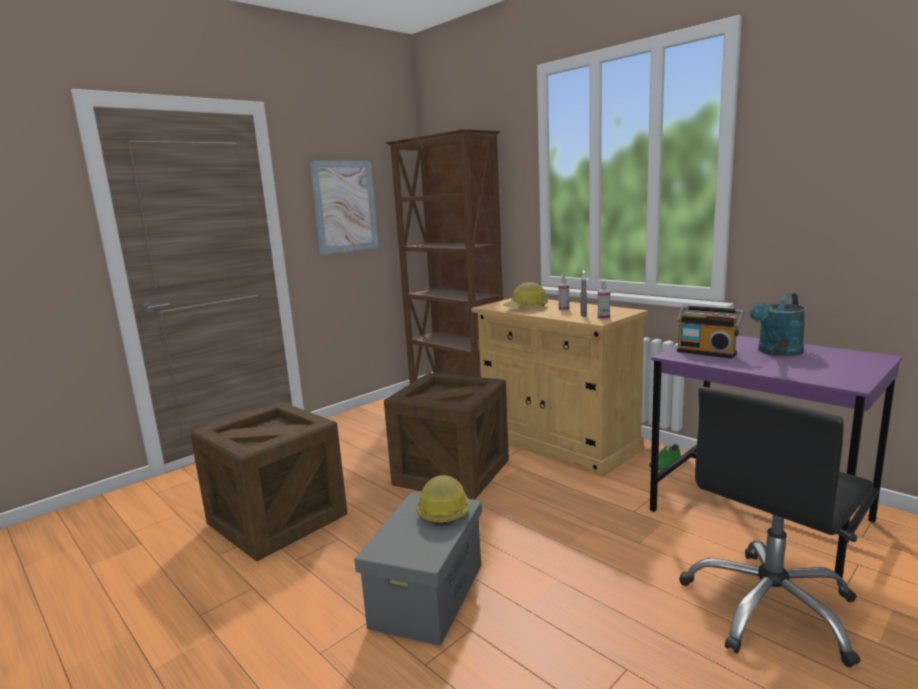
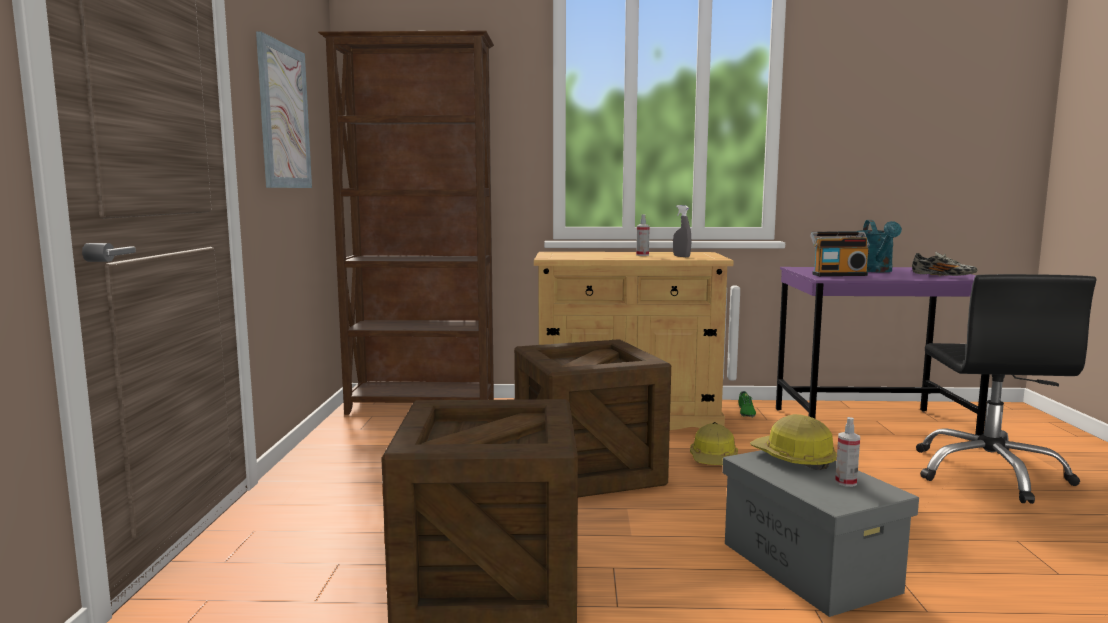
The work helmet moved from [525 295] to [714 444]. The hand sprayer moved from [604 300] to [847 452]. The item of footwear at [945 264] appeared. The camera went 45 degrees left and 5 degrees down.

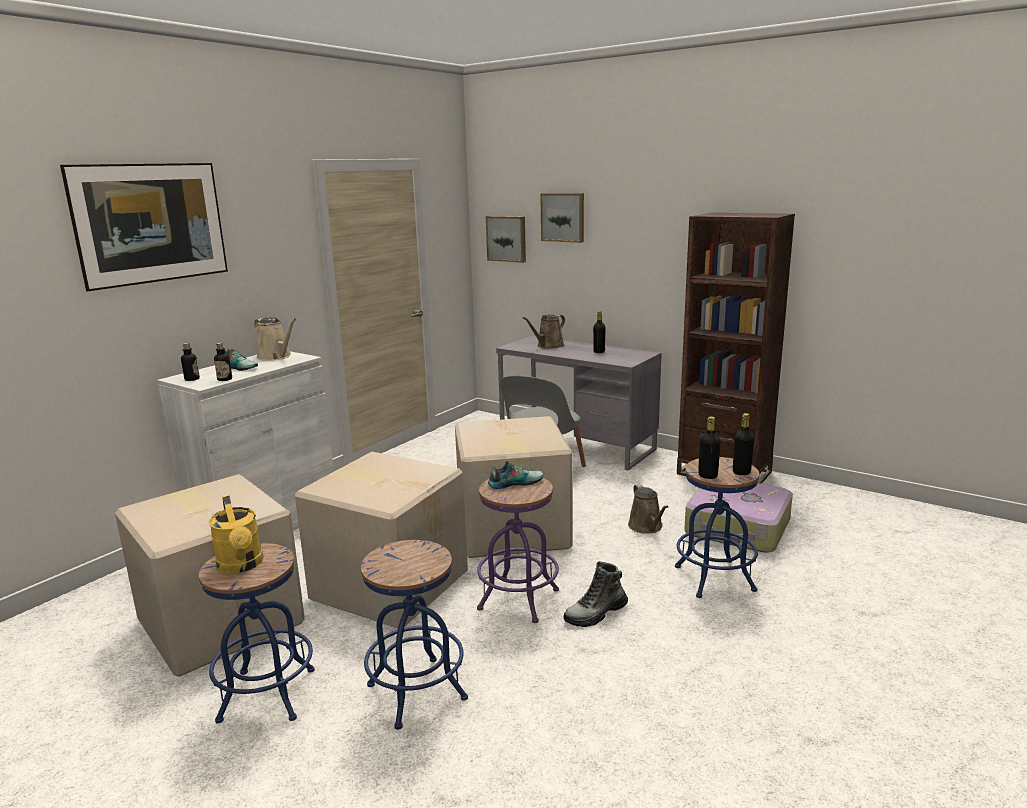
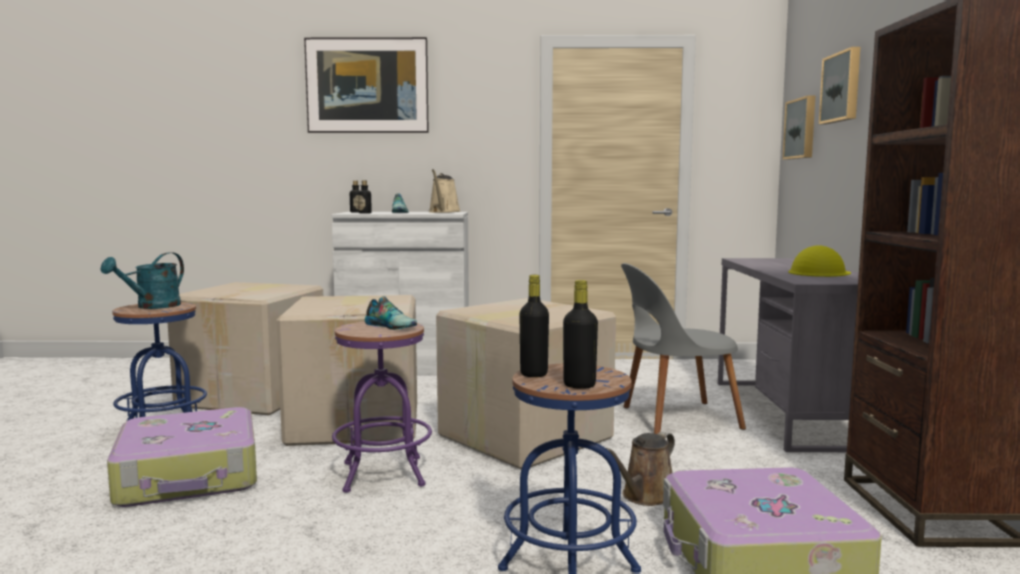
The yellow watering can at [236 534] became the turquoise watering can at [142 280]. The blue stool seat at [414 635] was replaced by the suitcase at [182 457]. The black beverage bottle at [599 332] was replaced by the yellow work helmet at [819 261]. The brown watering can at [544 331] disappeared. The tall boot at [595 594] disappeared. The camera went 55 degrees right and 10 degrees down.

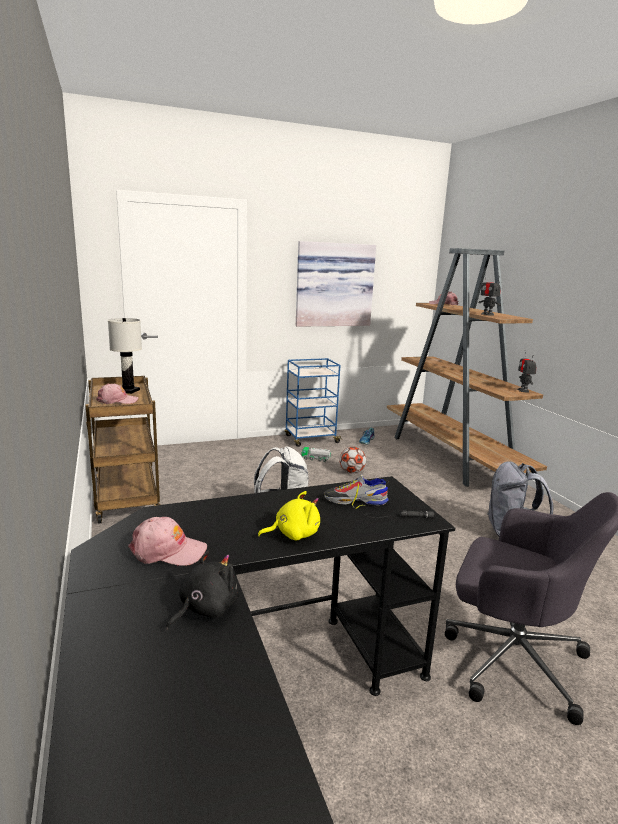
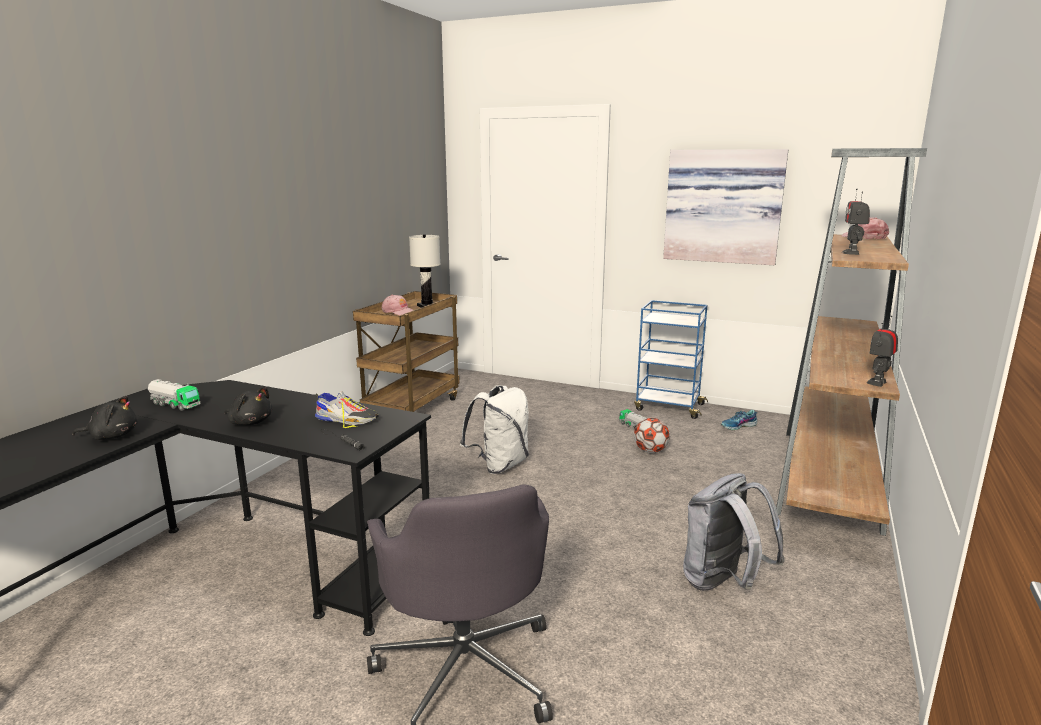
The pinkish cap at [167 541] was replaced by the toy truck at [174 395]. The yellow cuddly toy at [289 515] became the black cuddly toy at [248 406]. The item of footwear at [356 492] turned 150 degrees clockwise. The camera went 45 degrees right and 0 degrees up.

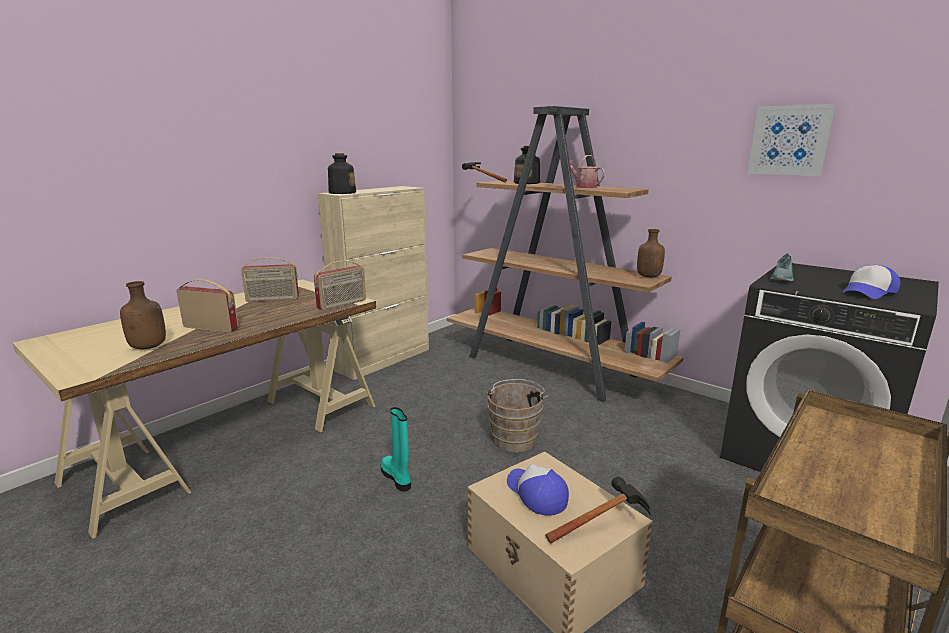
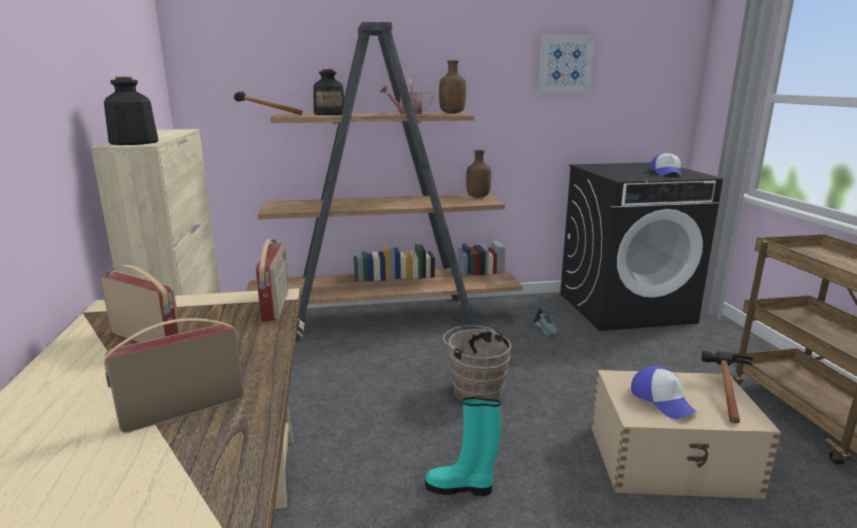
The radio set at [270 279] turned 90 degrees counterclockwise. The brown beverage bottle moved from [143 315] to [452 87]. The item of footwear moved from [782 267] to [546 321]. The cap at [538 490] turned 120 degrees counterclockwise. The camera went 50 degrees left and 0 degrees up.

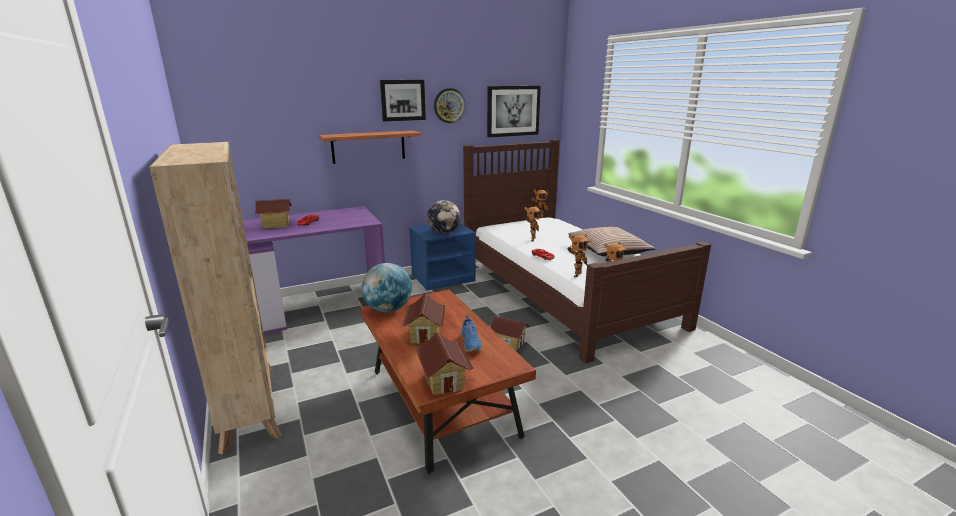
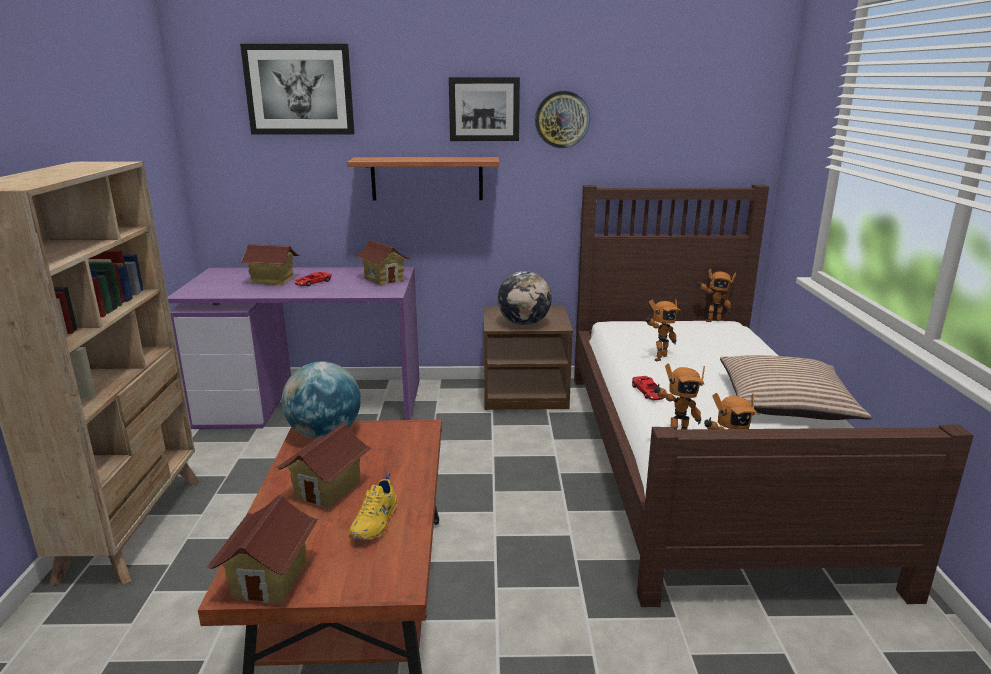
The wall art moved from [514 111] to [297 89]. The blue item of footwear at [471 333] became the yellow item of footwear at [373 506]. The model house moved from [510 333] to [382 262]. The blue bedside table at [442 257] became the brown bedside table at [528 358]. The camera went 25 degrees right and 0 degrees up.

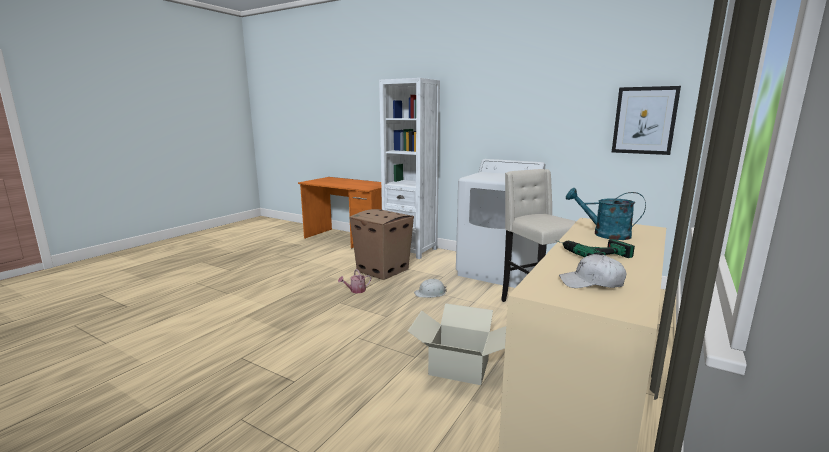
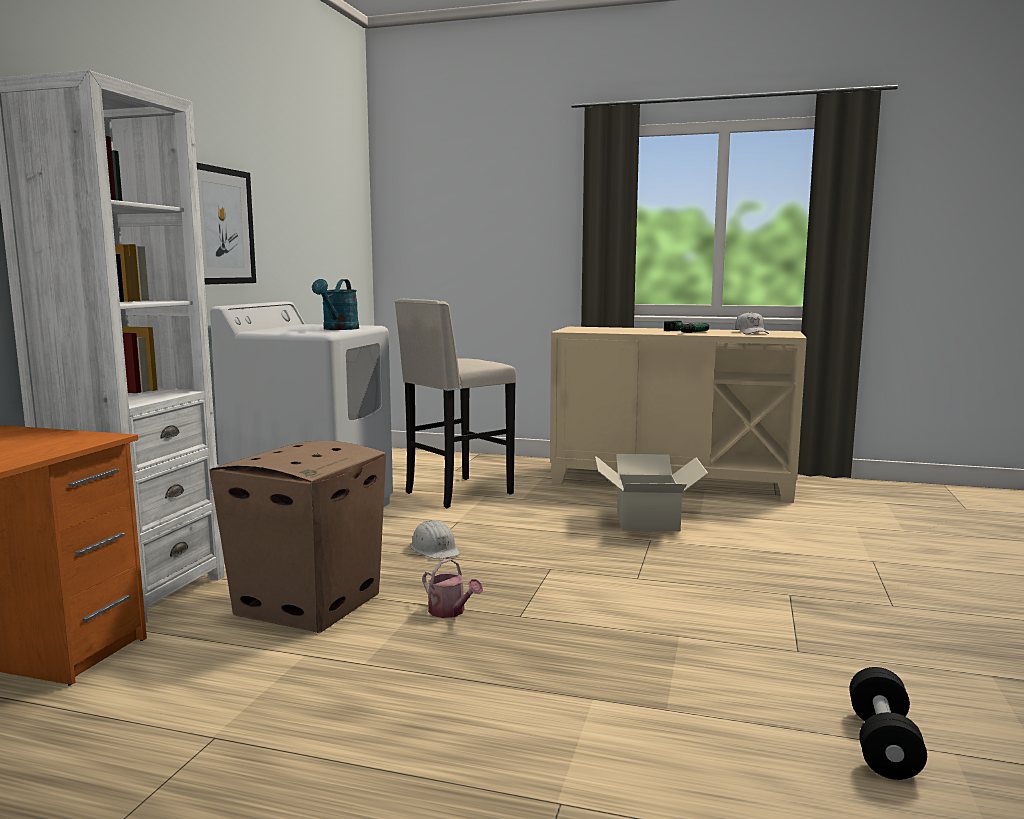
The wall art moved from [646 120] to [226 223]. The turquoise watering can moved from [606 214] to [335 304]. The black hand weight at [888 723] appeared. The camera went 105 degrees left and 5 degrees down.

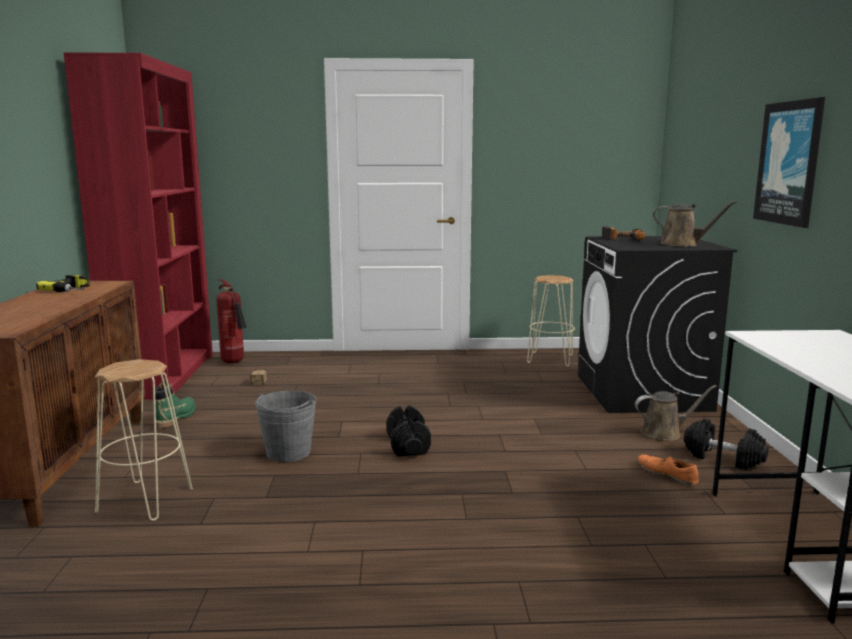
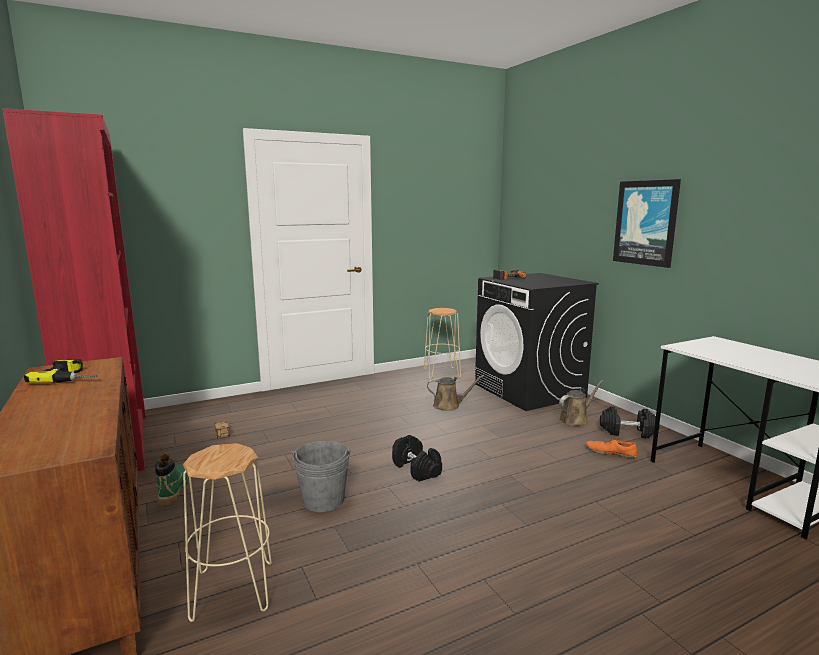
The brown watering can moved from [695 223] to [455 393]. The extinguisher at [231 321] disappeared. The camera went 25 degrees left and 0 degrees up.

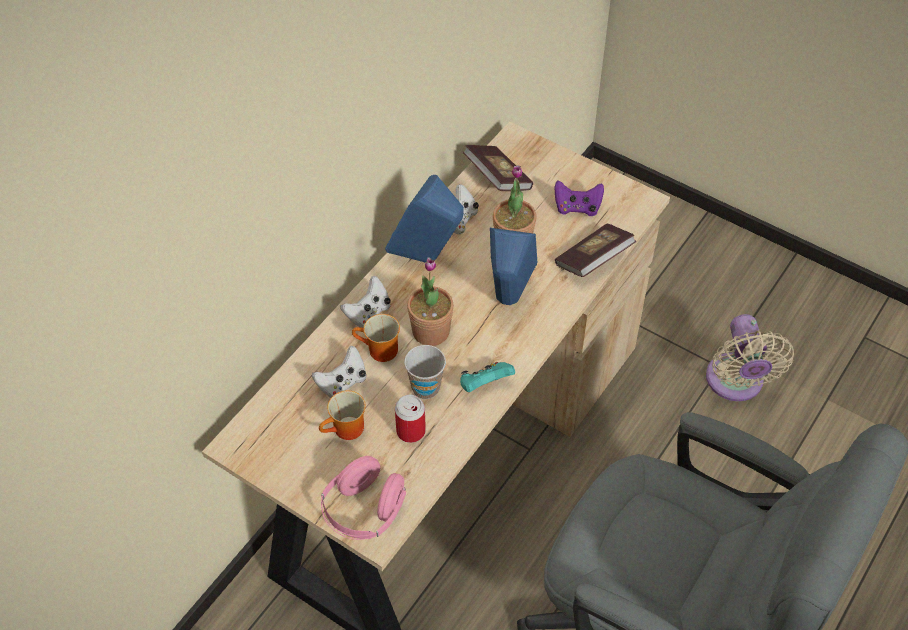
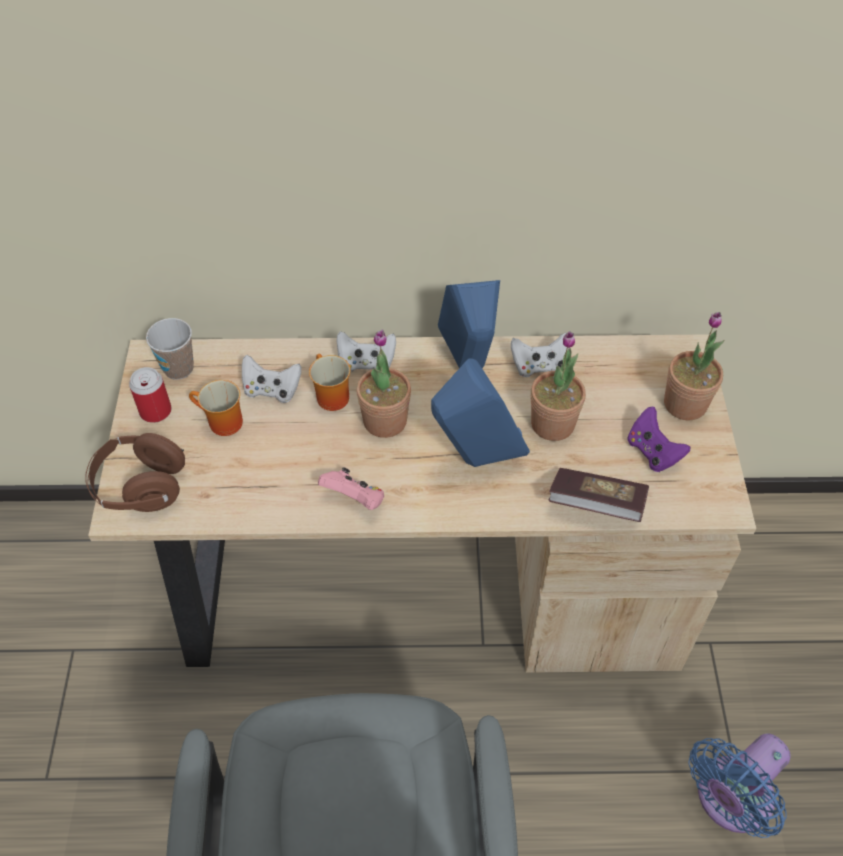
The pinkish headphones at [363 498] became the brown headphones at [135 472]. The sealed can moved from [410 419] to [150 395]. The cup moved from [425 372] to [170 349]. The turquoise gamepad at [487 377] became the pinkish gamepad at [351 488]. The potted plant at [694 366] appeared. The beige-coloured fan at [750 357] became the blue fan at [739 786]. The book at [498 168] disappeared. The camera went 55 degrees right and 0 degrees up.

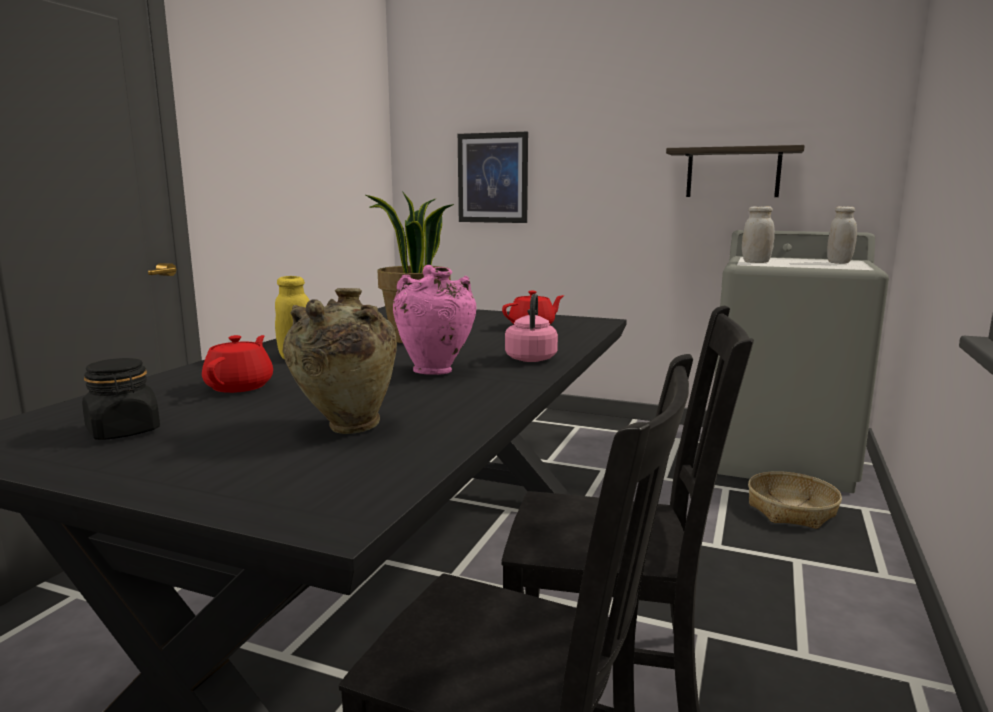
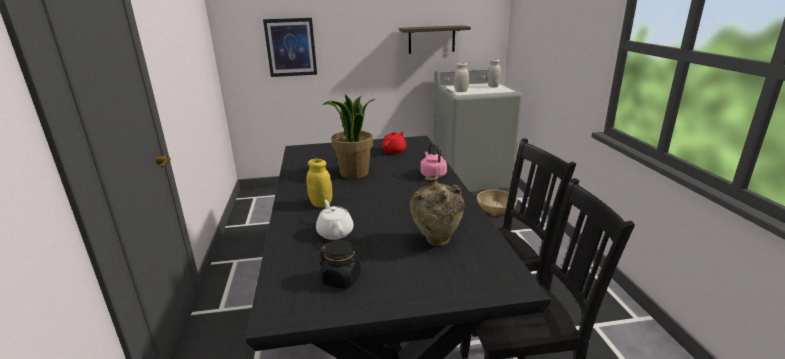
The red-coloured teapot at [237 364] became the whitish teapot at [335 220]. The pinkish decorative vase at [434 320] disappeared. The camera went 30 degrees left and 10 degrees up.

